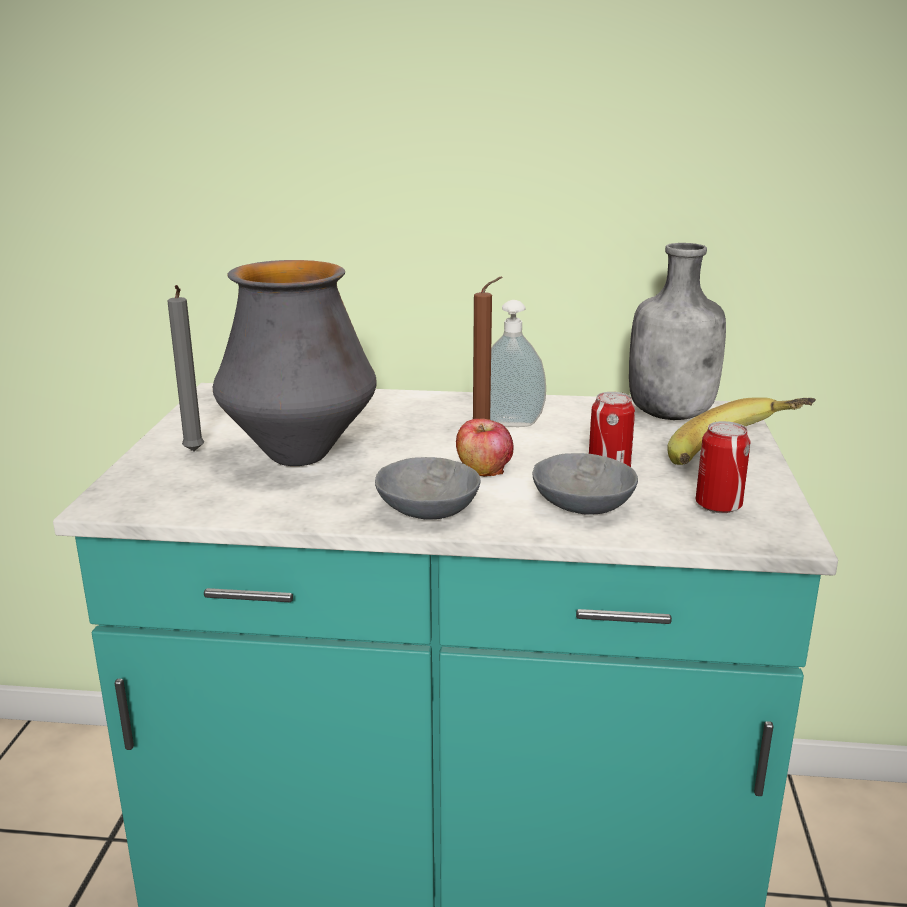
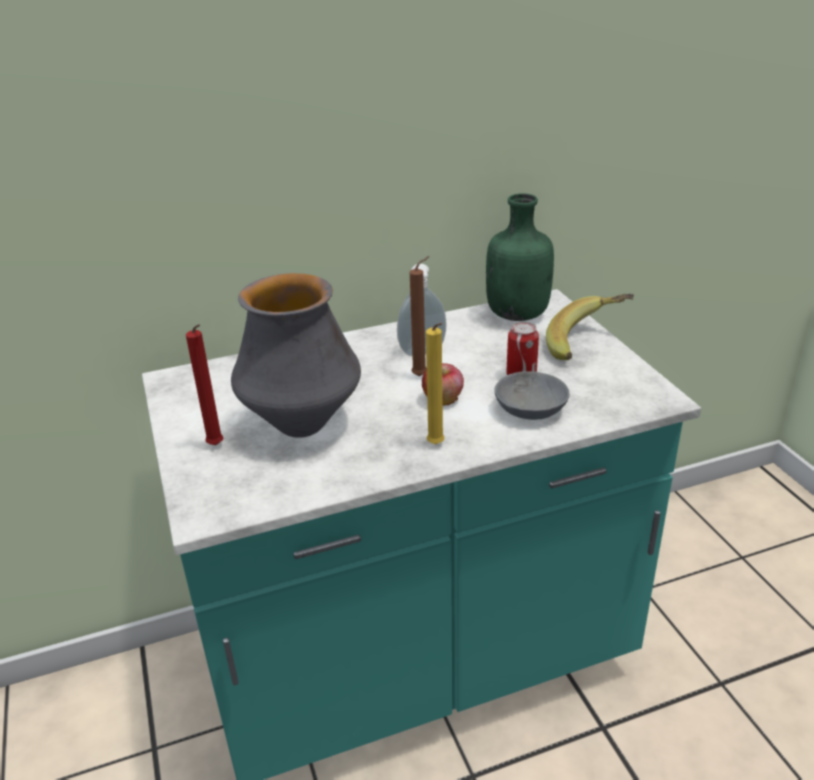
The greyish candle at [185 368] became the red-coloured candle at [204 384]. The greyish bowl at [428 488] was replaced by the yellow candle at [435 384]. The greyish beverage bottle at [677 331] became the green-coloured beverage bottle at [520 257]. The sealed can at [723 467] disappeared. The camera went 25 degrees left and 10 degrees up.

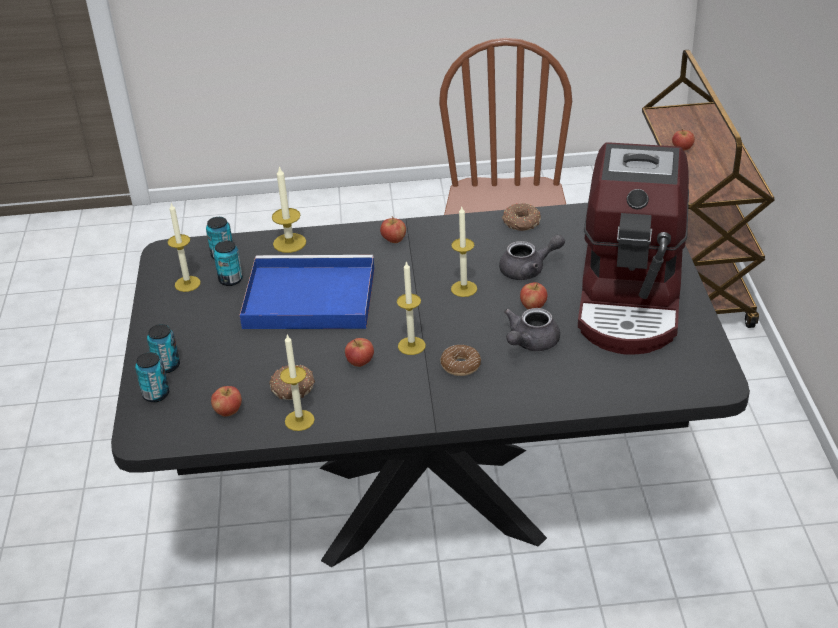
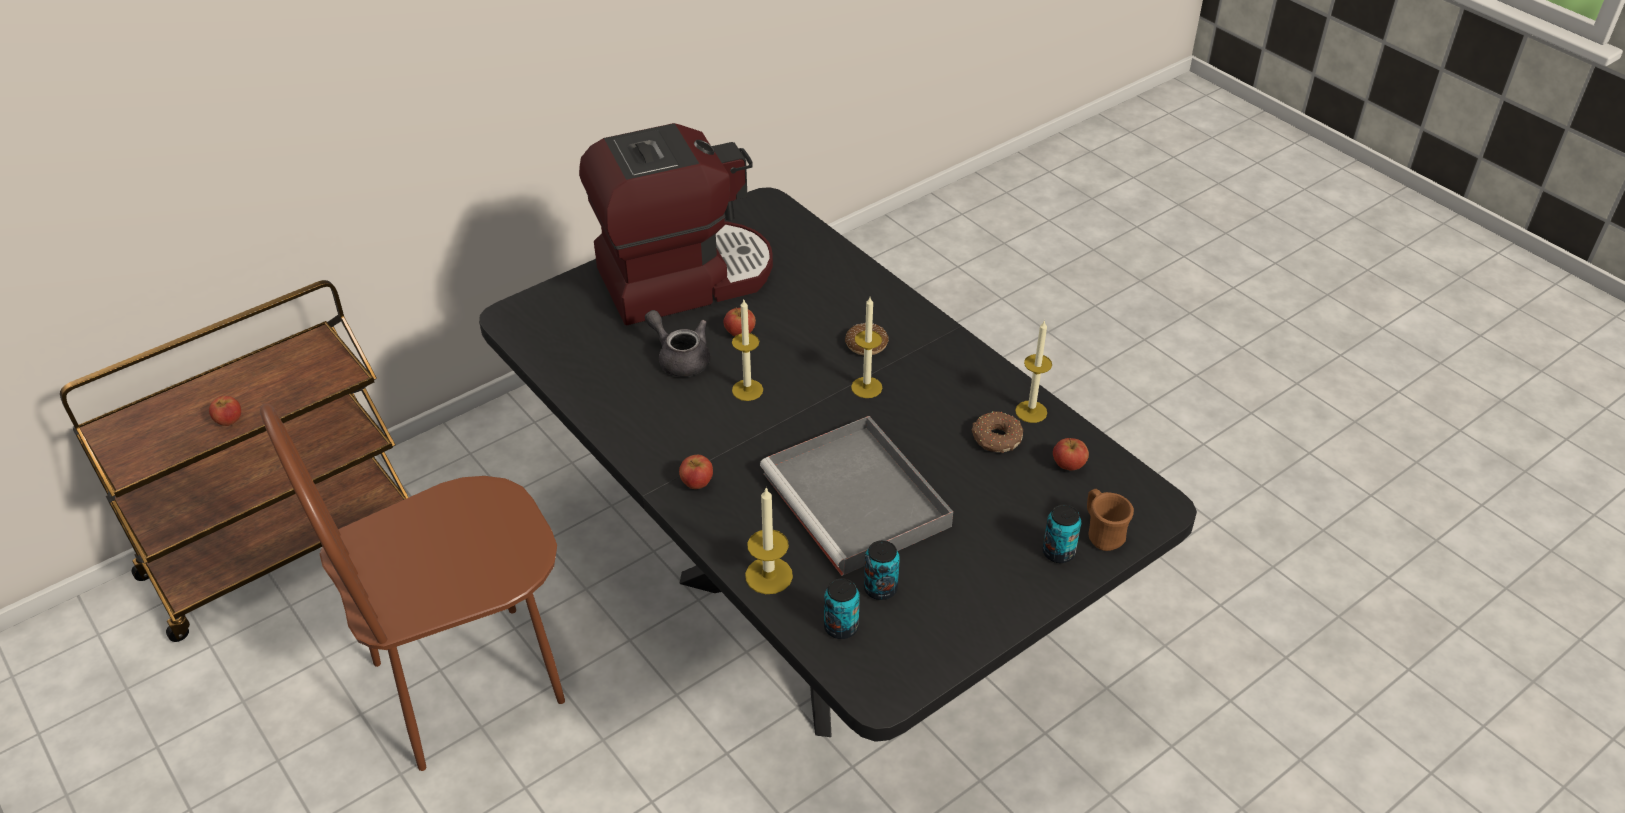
The blue tray at [307 292] became the greyish tray at [856 496]. The sealed can at [152 377] was replaced by the brown coffee mug at [1110 520]. The candle at [184 247] disappeared. The whole apple at [359 352] disappeared. The donut at [521 217] disappeared. The greyish teapot at [532 329] disappeared. The camera went 125 degrees left and 5 degrees up.

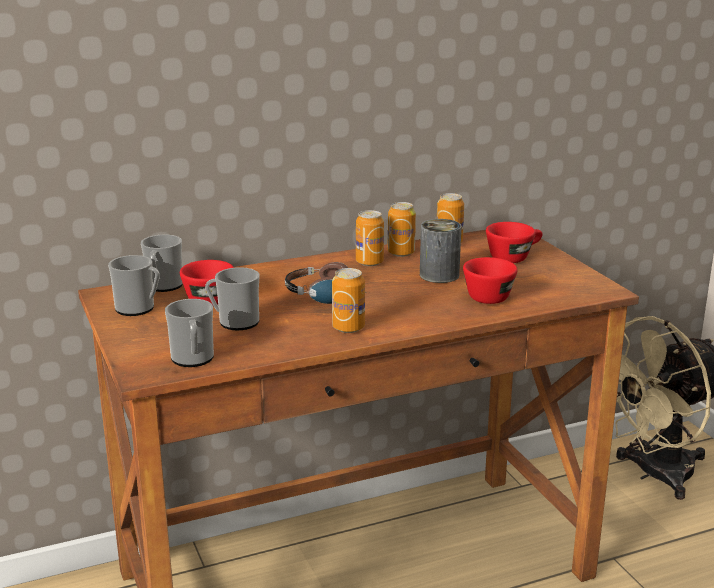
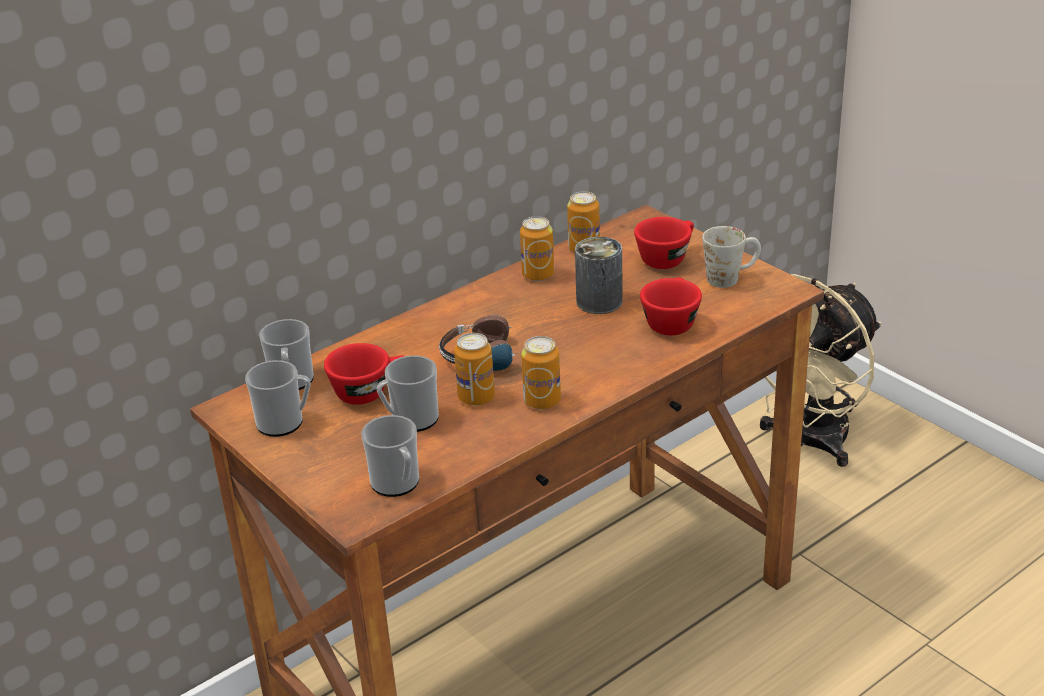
The sealed can moved from [370 238] to [474 369]. The whitish coffee mug at [731 257] appeared. The camera went 15 degrees left and 10 degrees up.

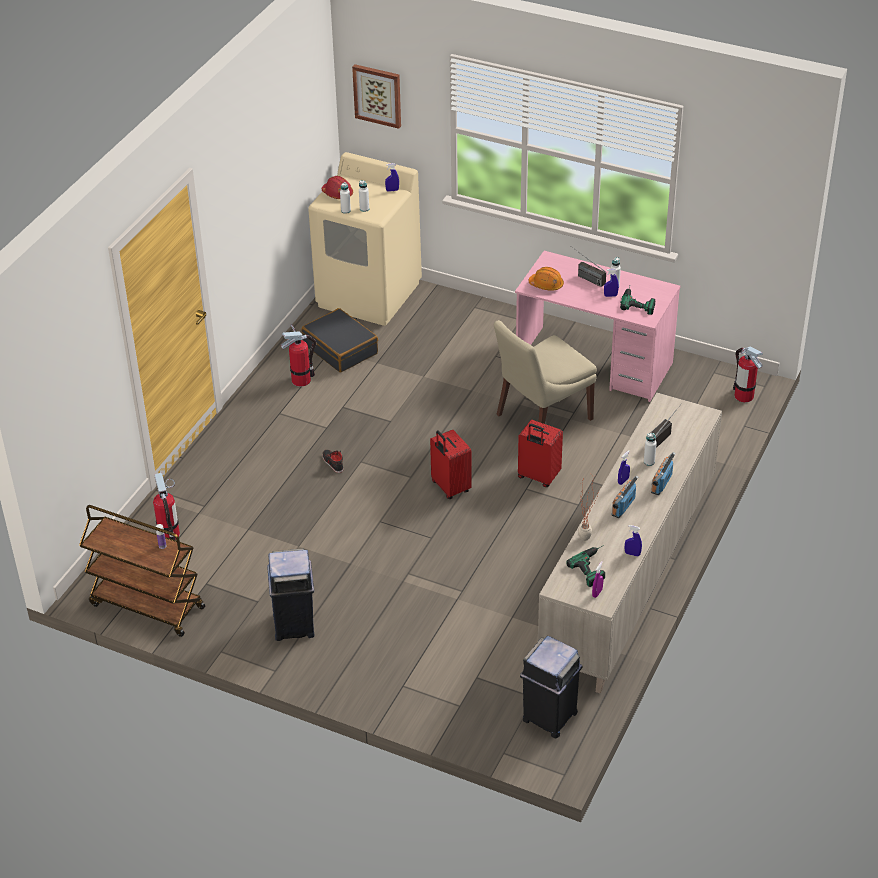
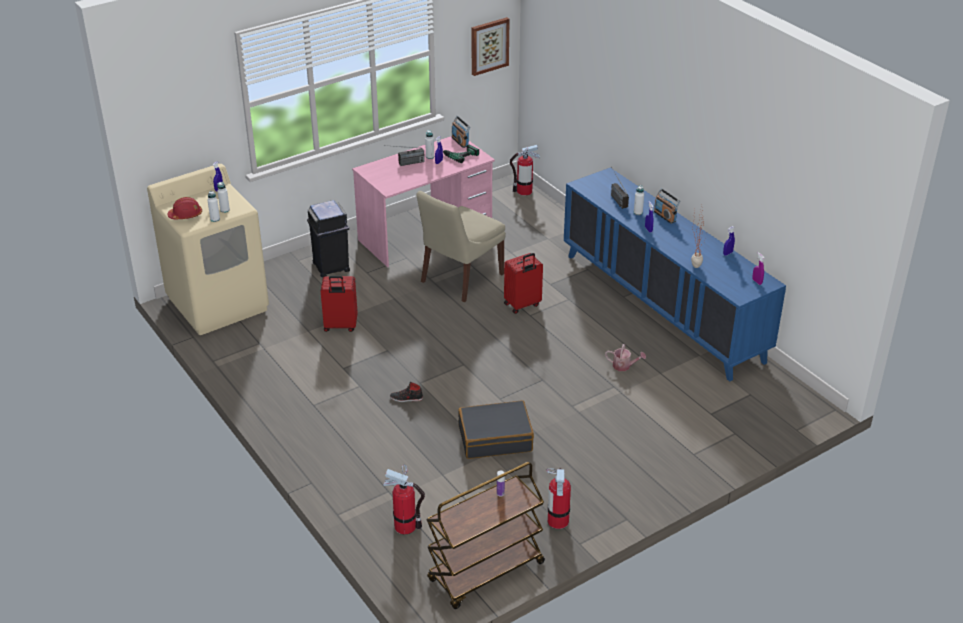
The black waste bin moved from [551 687] to [328 239]. The red-coloured suitcase moved from [451 464] to [339 304]. The beige-coloured upright chair at [545 372] turned 45 degrees clockwise. The radio set moved from [624 496] to [461 132]. The black suitcase moved from [340 340] to [496 429]. The wall art moved from [376 96] to [490 46]. The extinguisher moved from [298 355] to [559 498]. The beige-coloured cabinet at [630 543] became the blue cabinet at [675 275]. The watering can at [625 357] appeared. The blue waste bin at [291 594] disappeared. The orangey work helmet at [546 279] disappeared. The drill at [585 566] disappeared. The camera went 60 degrees left and 5 degrees down.

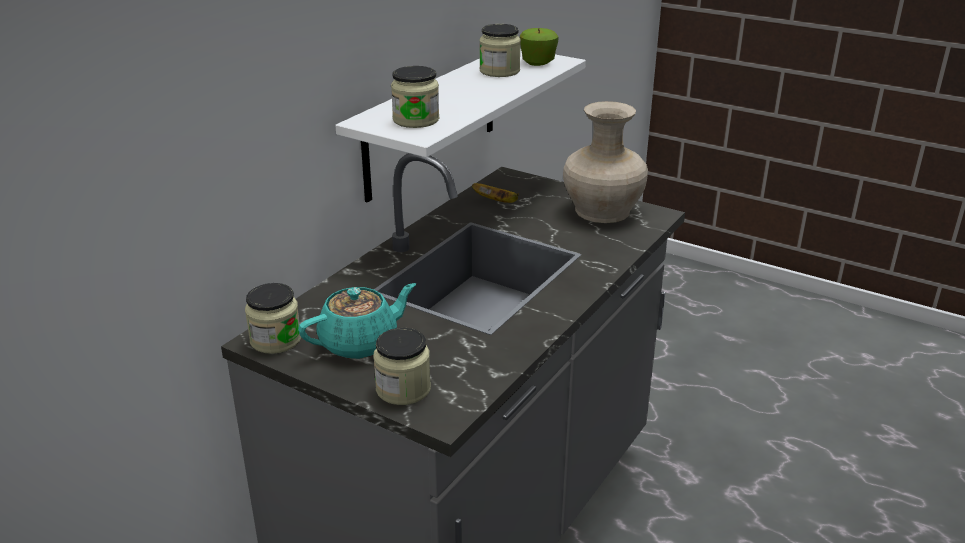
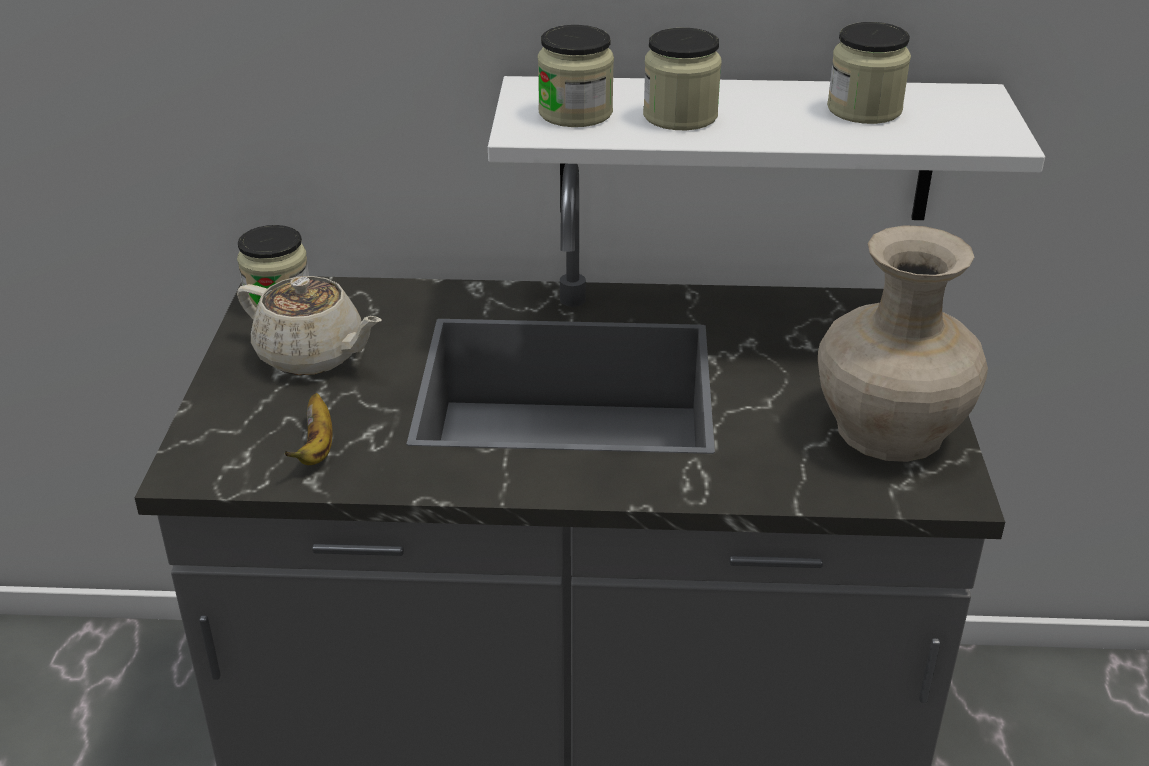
The turquoise teapot at [357 321] became the beige-coloured teapot at [309 325]. The banana fruit moved from [495 193] to [308 429]. The preserve jar moved from [402 366] to [682 79]. The whole apple at [539 47] disappeared. The camera went 60 degrees right and 5 degrees up.

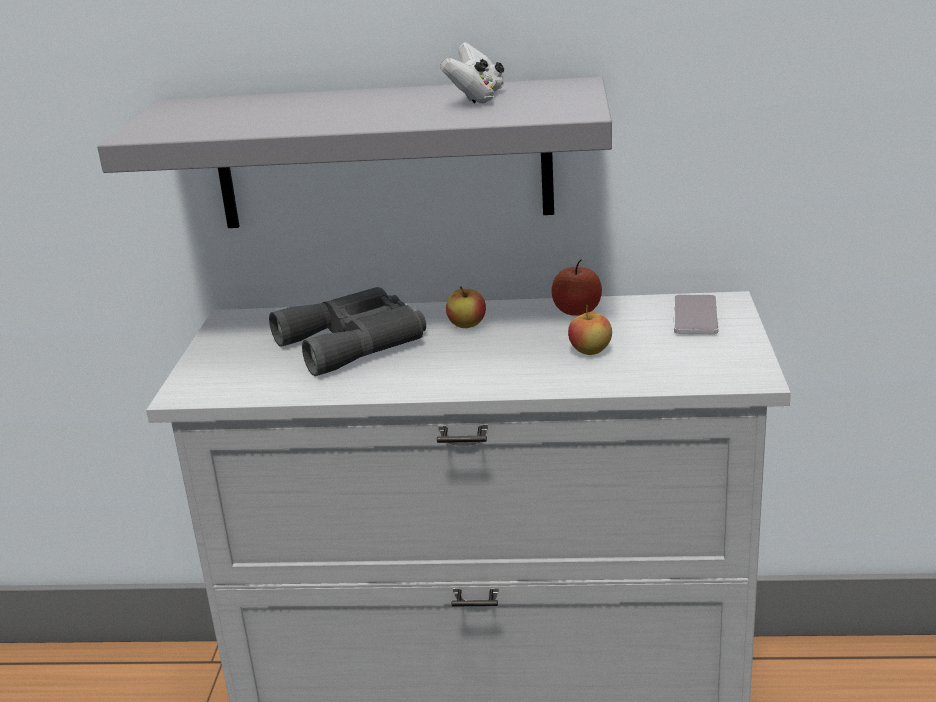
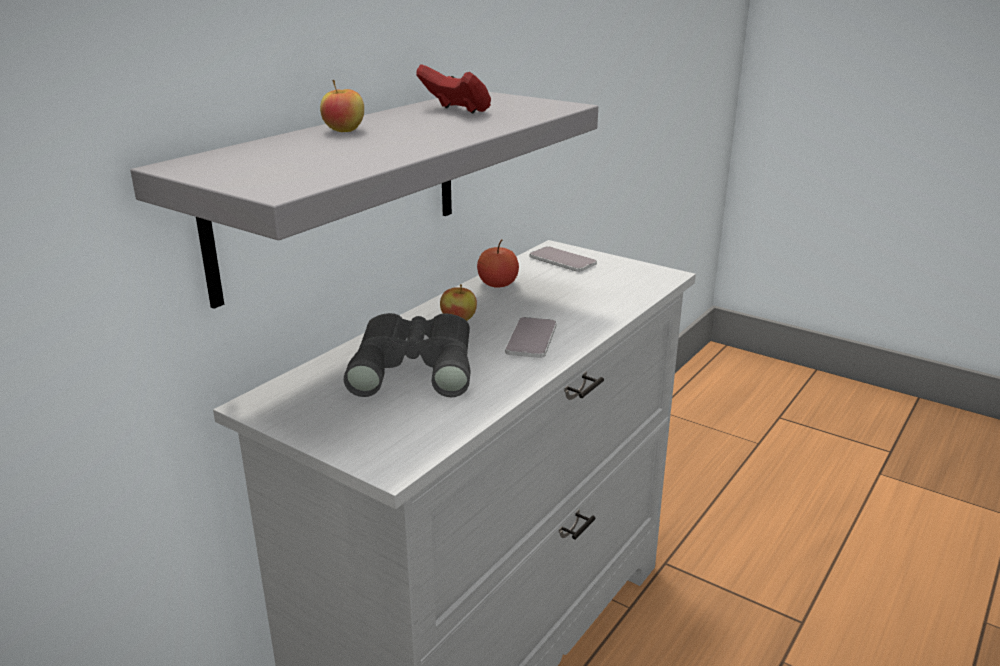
The whole apple moved from [590 329] to [342 106]. The whitish gamepad at [472 73] became the red-coloured gamepad at [453 88]. The telephone at [531 337] appeared. The camera went 60 degrees left and 0 degrees up.

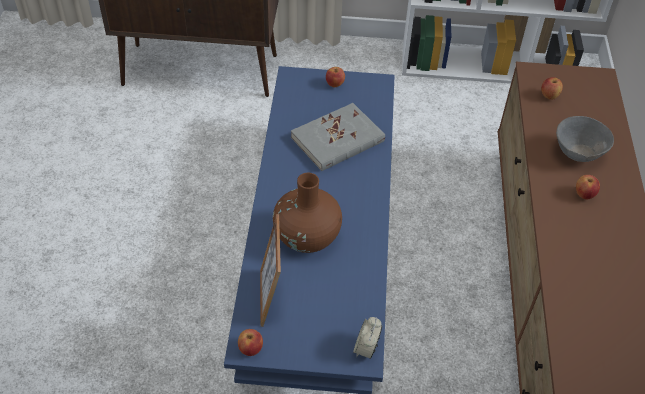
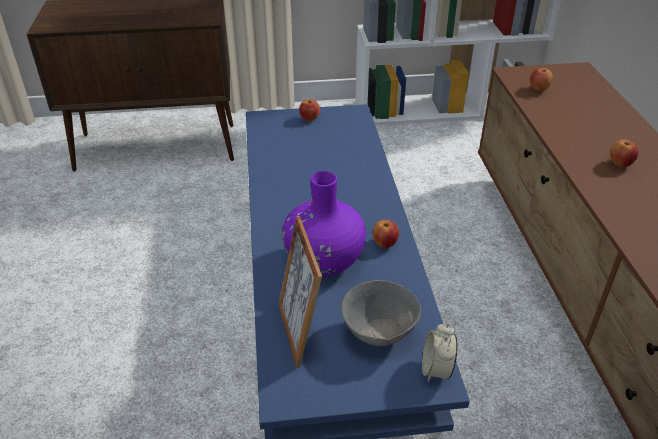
The brown decorative vase at [307 213] became the purple-coloured decorative vase at [324 223]. The greyish bowl moved from [585 139] to [381 313]. The whole apple moved from [250 342] to [386 233]. The greyish book at [338 137] disappeared. The camera went 10 degrees left and 10 degrees down.

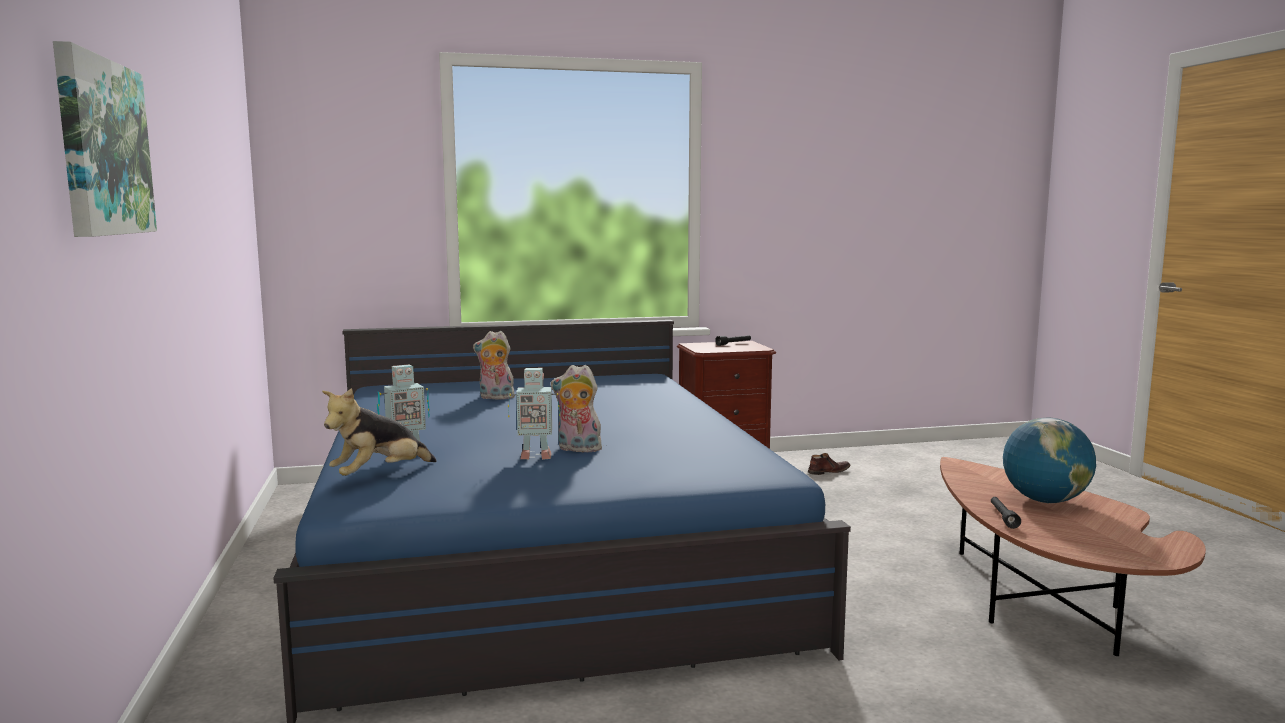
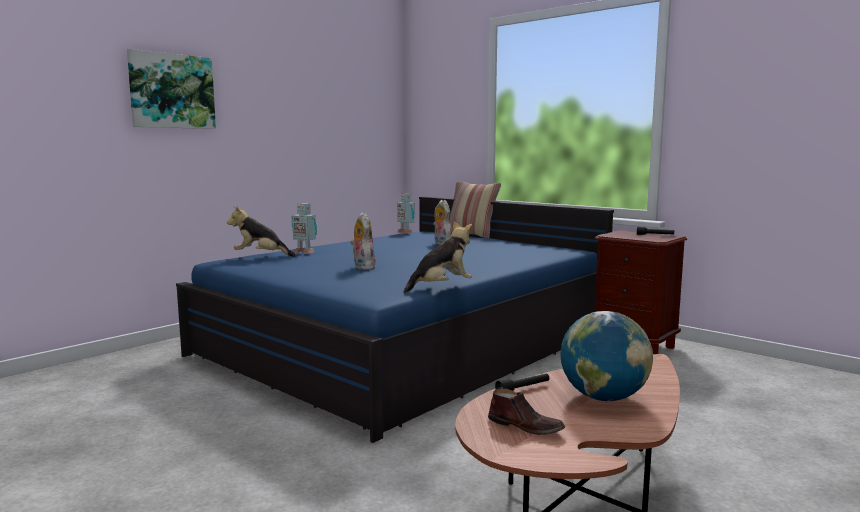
The model robot moved from [534 414] to [405 213]. The cuddly toy at [438 257] appeared. The pillow at [475 209] appeared. The brown item of footwear moved from [829 464] to [526 412]. The camera went 55 degrees right and 0 degrees up.

